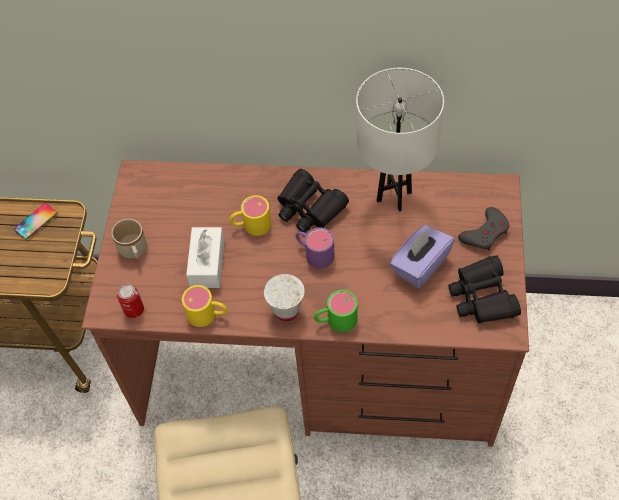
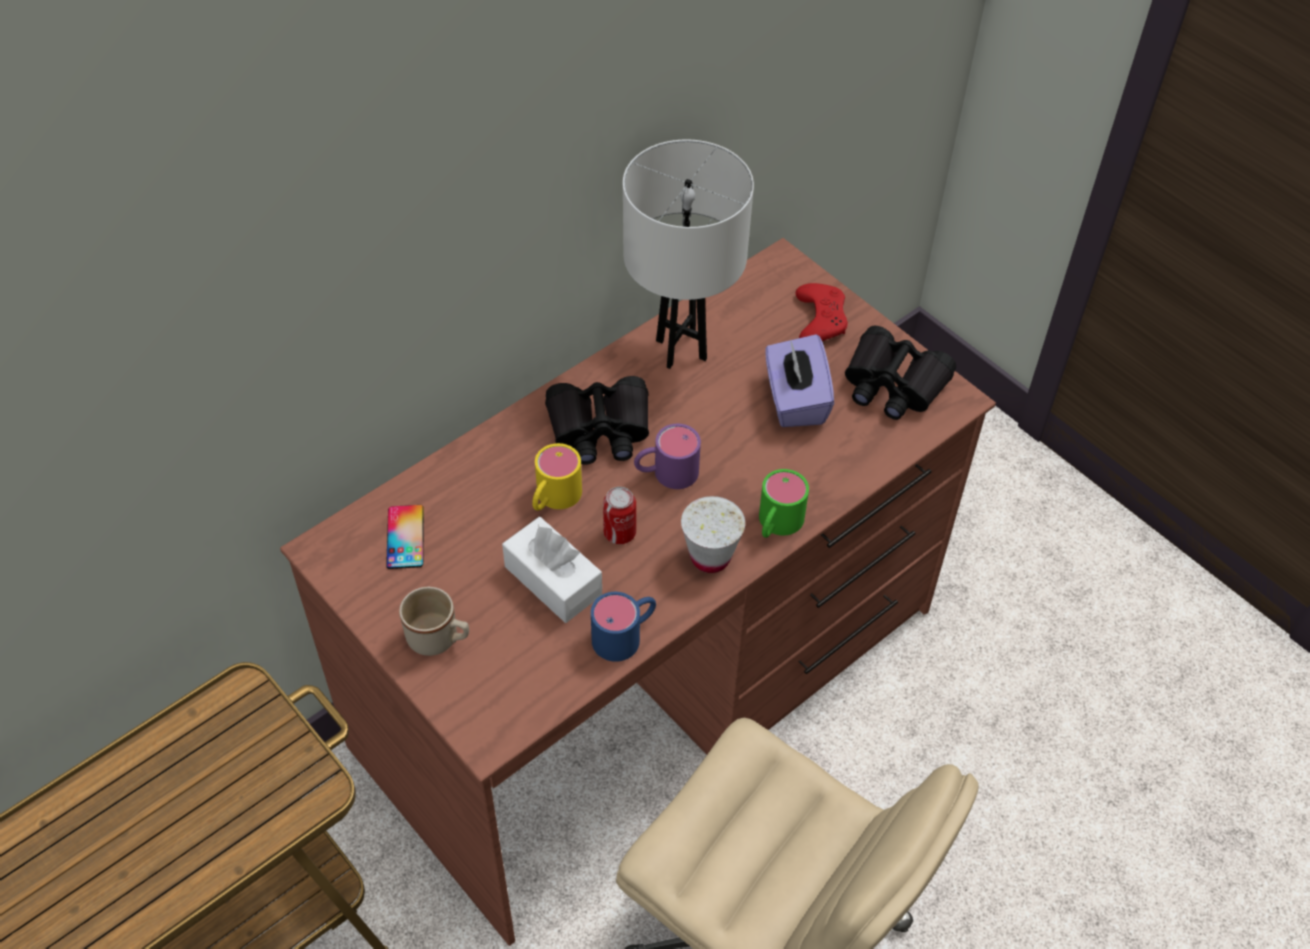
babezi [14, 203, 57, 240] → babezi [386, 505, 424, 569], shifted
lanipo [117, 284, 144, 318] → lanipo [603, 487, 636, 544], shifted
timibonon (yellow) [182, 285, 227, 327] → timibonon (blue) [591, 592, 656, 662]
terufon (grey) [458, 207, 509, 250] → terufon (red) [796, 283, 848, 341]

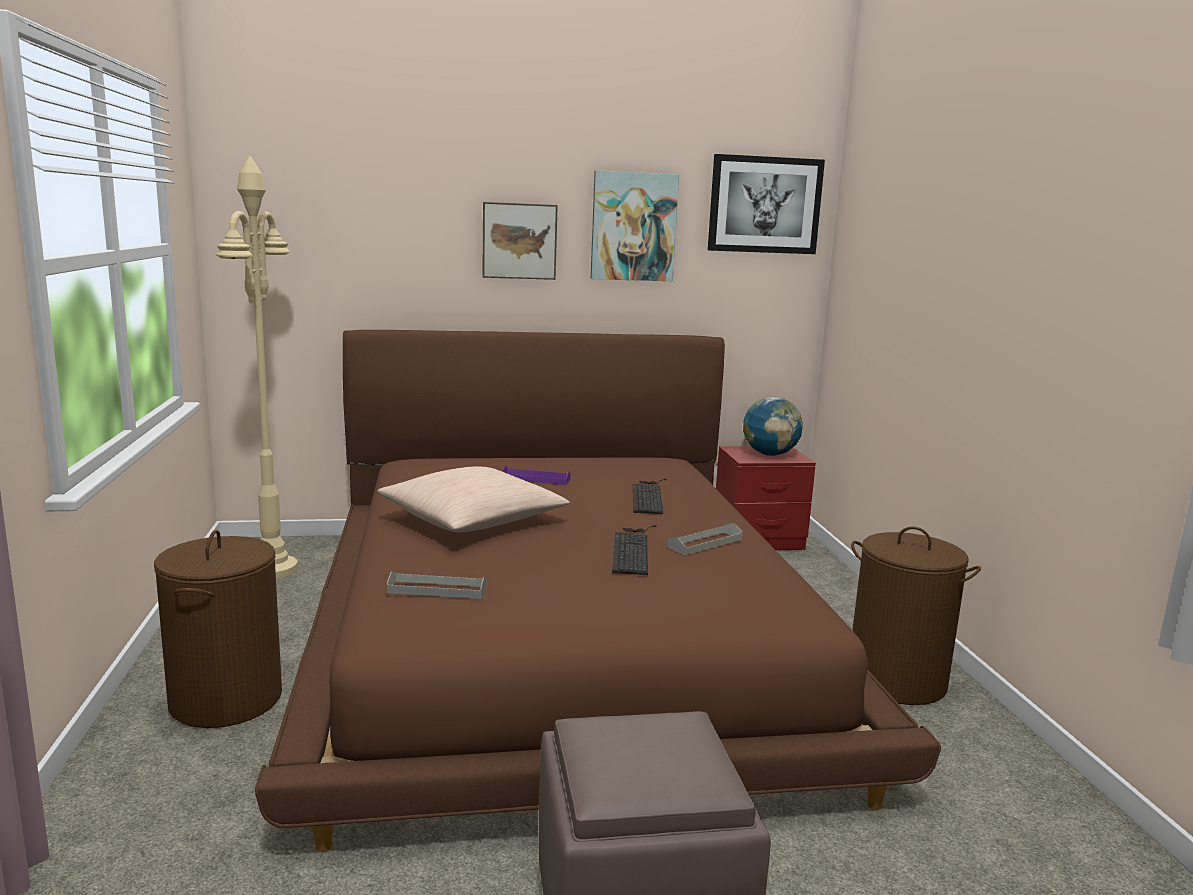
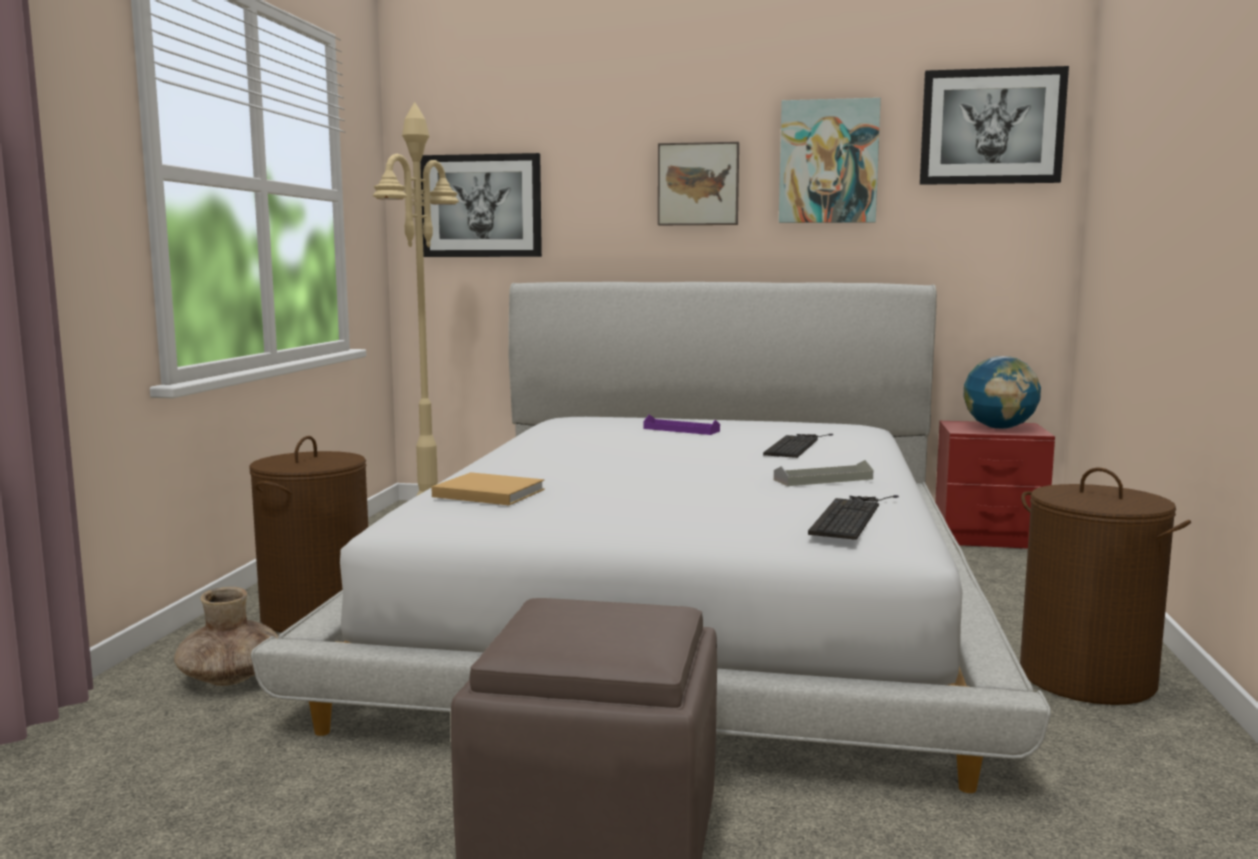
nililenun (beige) [377, 466, 570, 532] → -
- → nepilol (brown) [174, 587, 278, 686]
- → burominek [420, 153, 542, 257]
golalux [612, 525, 657, 575] → golalux [808, 495, 899, 540], shifted
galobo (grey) [387, 572, 487, 599] → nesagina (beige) [431, 472, 545, 505]
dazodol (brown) [255, 330, 941, 852] → dazodol (white) [251, 282, 1051, 793]

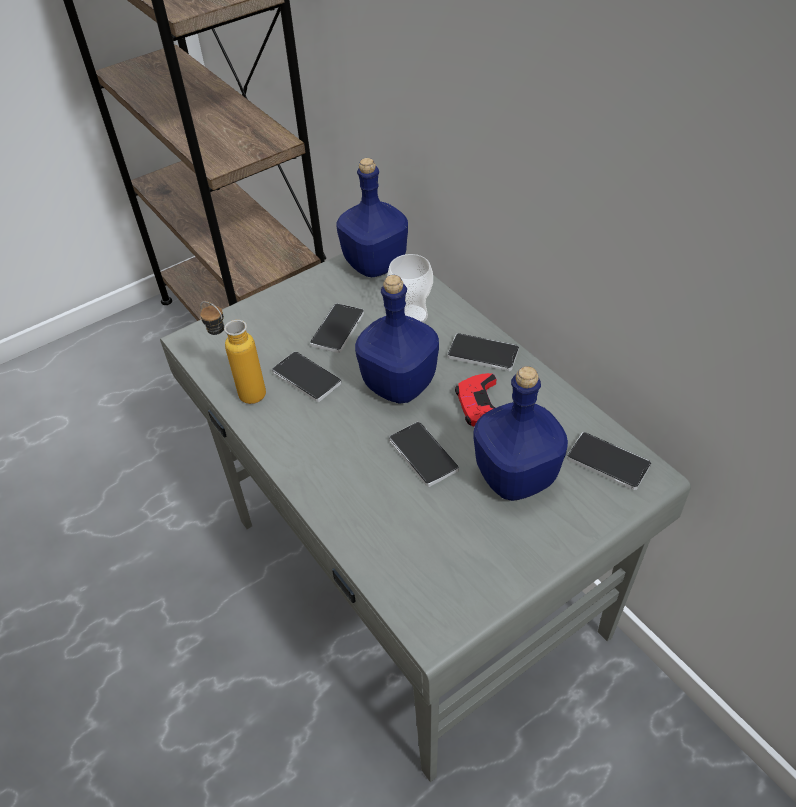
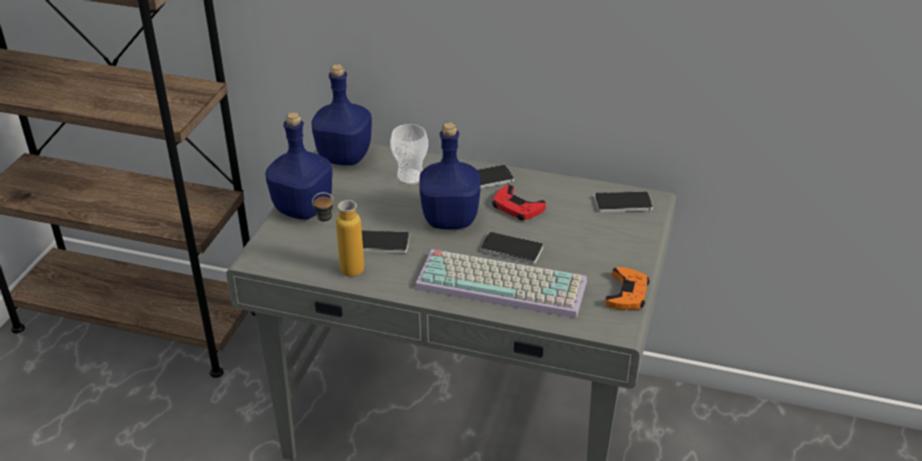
babezi [310, 303, 364, 353] → -
- → golalux [415, 249, 587, 318]
- → terufon (orange) [605, 267, 649, 310]
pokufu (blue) [473, 366, 568, 501] → pokufu (blue) [265, 112, 332, 219], shifted

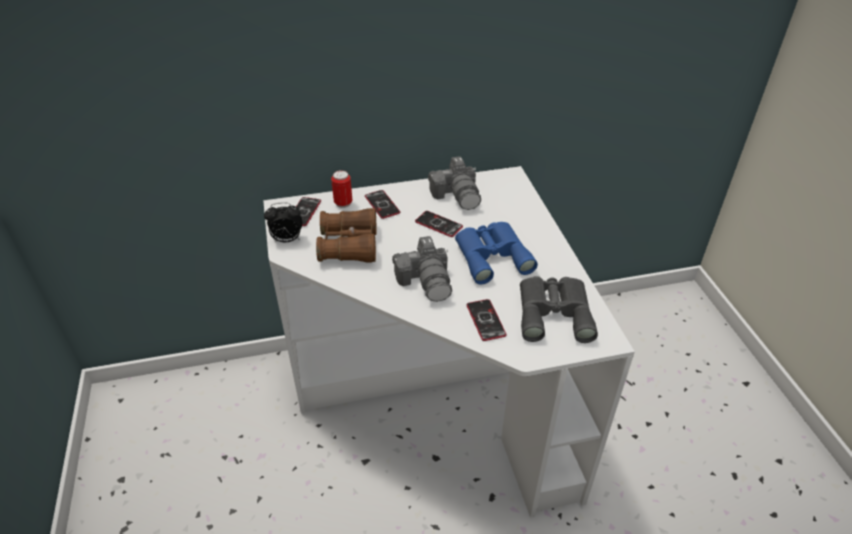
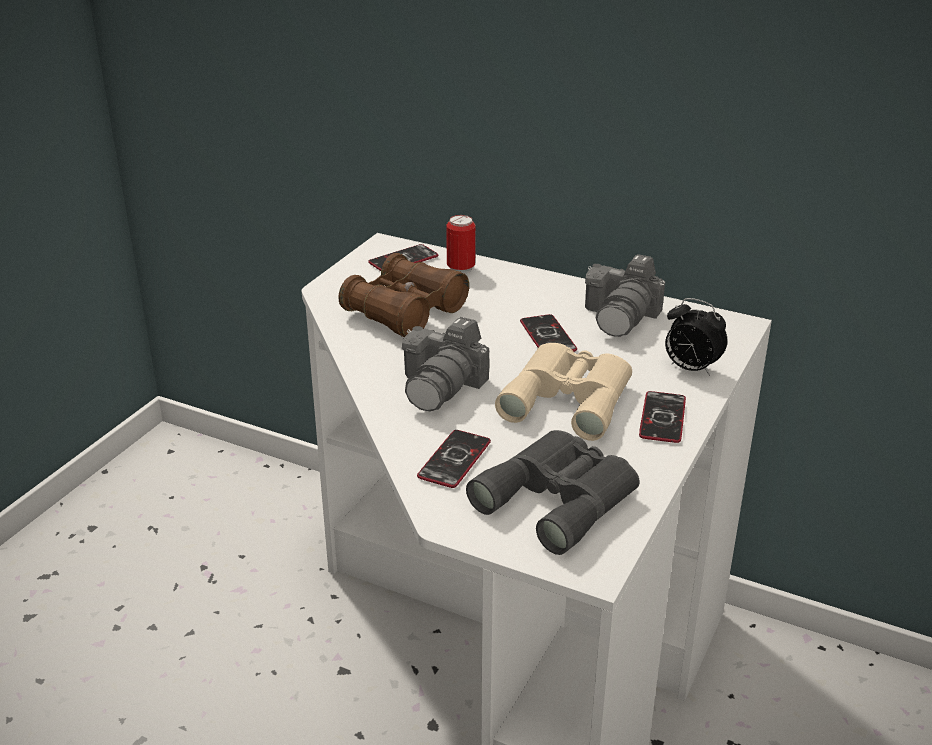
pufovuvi [264, 202, 303, 242] → pufovuvi [665, 298, 728, 376], shifted
babezi [365, 190, 400, 219] → babezi [639, 391, 686, 443], shifted
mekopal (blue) [455, 222, 538, 285] → mekopal (beige) [495, 343, 632, 441]

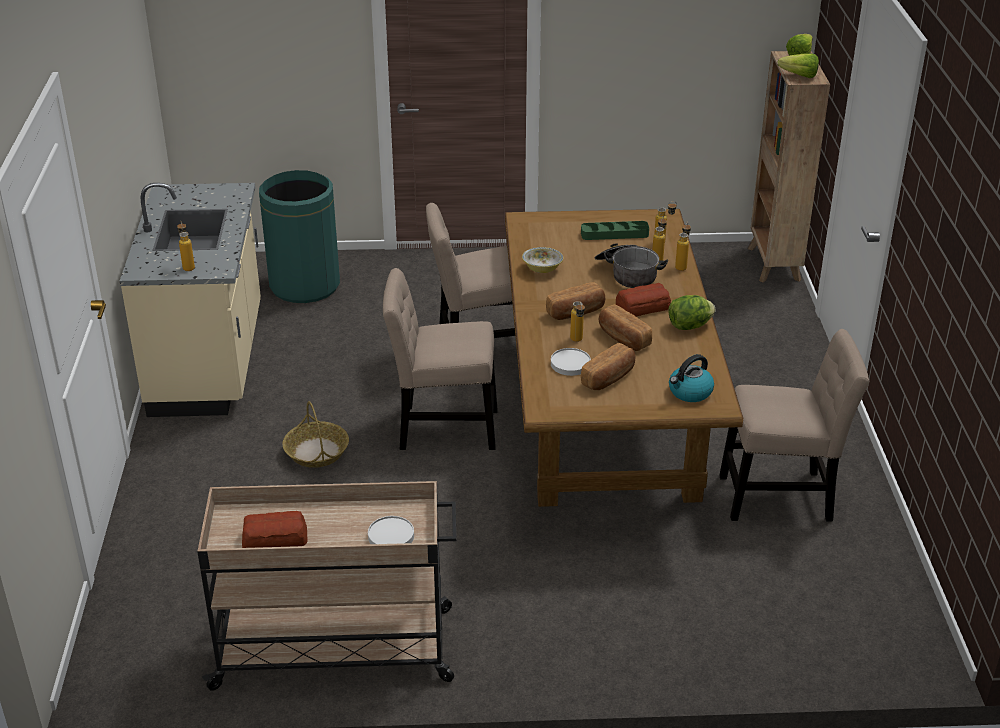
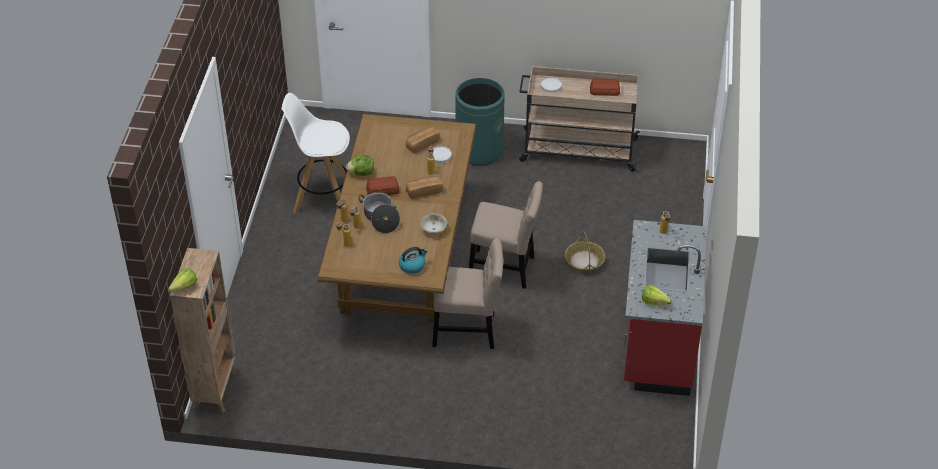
galobo (green) [581, 221, 649, 240] → -
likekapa [598, 305, 652, 351] → -
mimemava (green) [259, 170, 340, 303] → mimemava (green) [455, 78, 505, 166], shifted
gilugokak [669, 354, 714, 402] → gilugokak [399, 247, 428, 274], shifted
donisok [778, 53, 819, 78] → donisok [642, 285, 672, 305], shifted
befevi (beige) [719, 329, 869, 521] → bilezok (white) [281, 93, 350, 213]
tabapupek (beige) [120, 183, 261, 417] → tabapupek (red) [624, 220, 706, 396]

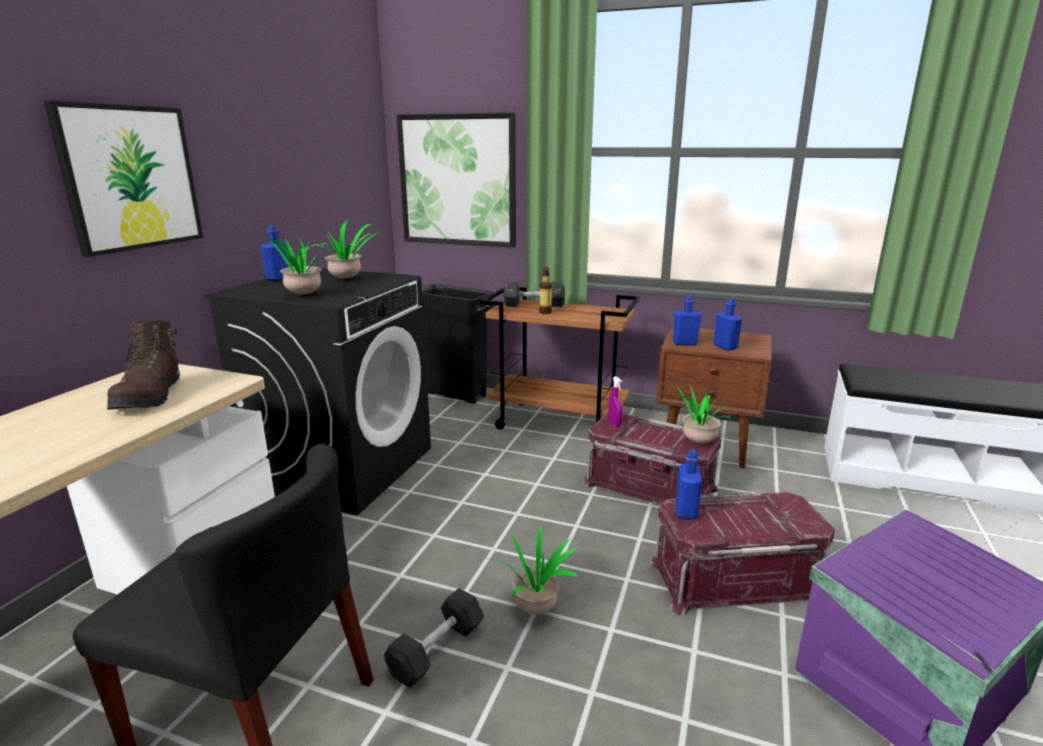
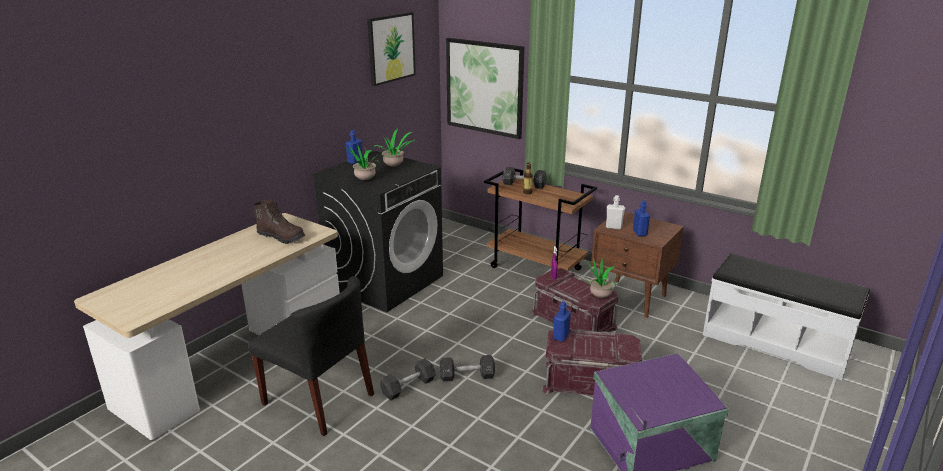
mimemava (black) [421, 284, 494, 404] → -
burominek [44, 100, 203, 257] → burominek [367, 12, 416, 86], shifted
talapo [483, 524, 579, 615] → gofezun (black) [440, 355, 495, 382]
pokufu (blue) [673, 295, 702, 345] → pokufu (white) [606, 195, 625, 229]
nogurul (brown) [107, 320, 180, 410] → nogurul (brown) [253, 200, 305, 244], 75 degrees counterclockwise

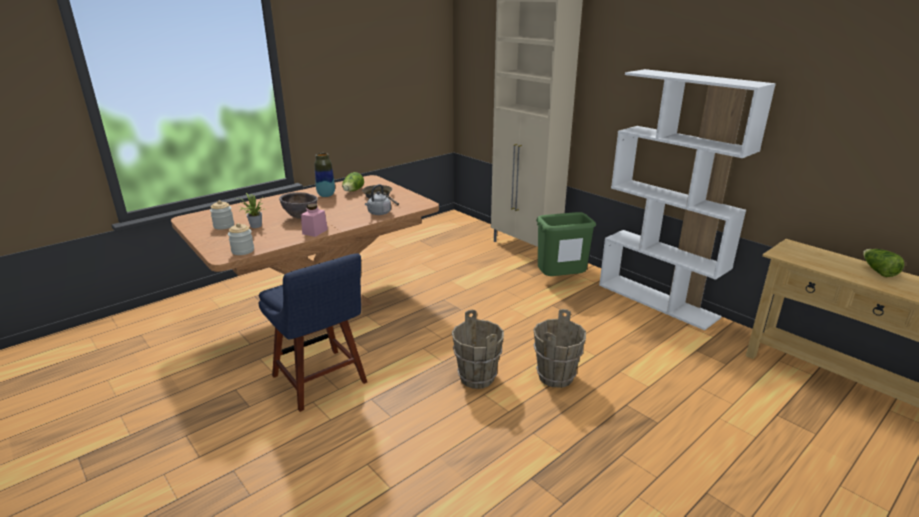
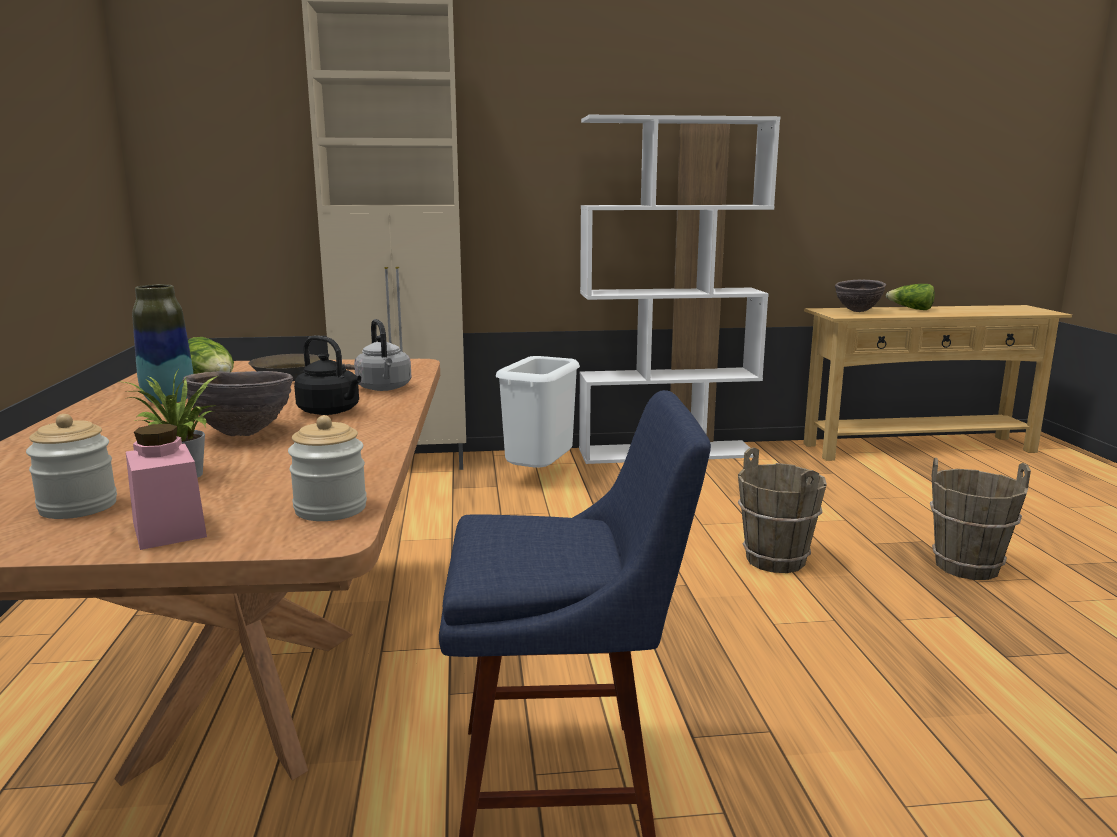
- → gilugokak (black) [294, 336, 361, 415]
- → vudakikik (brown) [835, 280, 886, 312]
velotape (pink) [301, 204, 328, 237] → velotape (pink) [126, 424, 207, 550], shifted
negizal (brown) [452, 310, 504, 389] → negizal (brown) [930, 458, 1031, 580], shifted
mimemava (green) [536, 212, 596, 276] → mimemava (white) [496, 356, 580, 468]

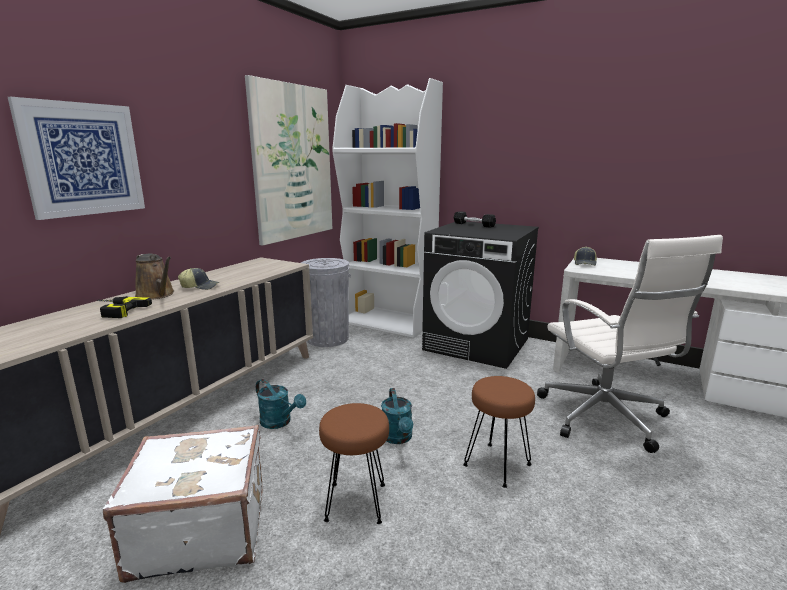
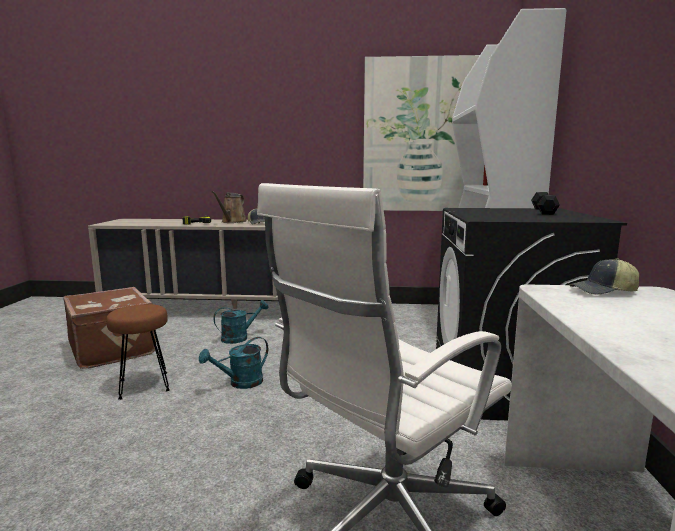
burominek [8, 97, 145, 220] → -
mimemava (grey) [301, 258, 351, 347] → -
bilezok (brown) [463, 376, 535, 488] → -
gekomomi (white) [103, 425, 263, 583] → gekomomi (brown) [63, 287, 156, 369]
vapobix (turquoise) [256, 379, 306, 429] → vapobix (turquoise) [213, 300, 268, 344], 135 degrees counterclockwise

